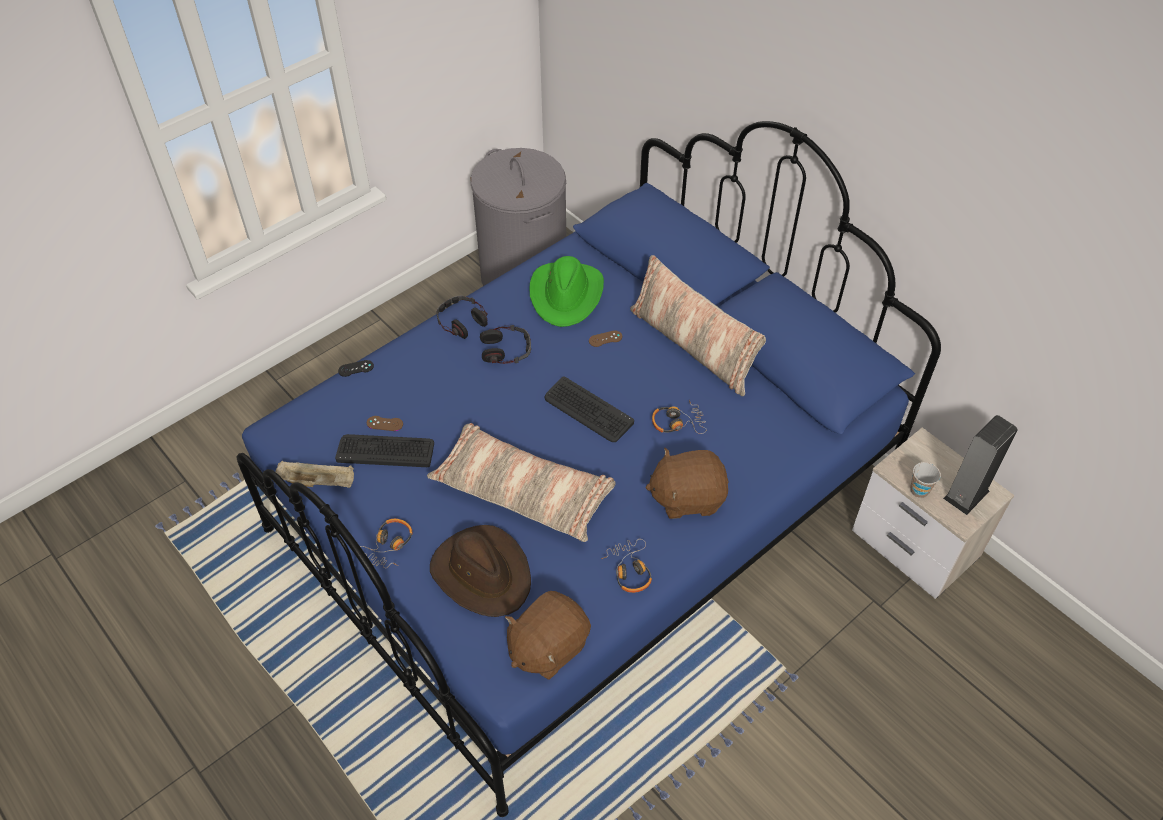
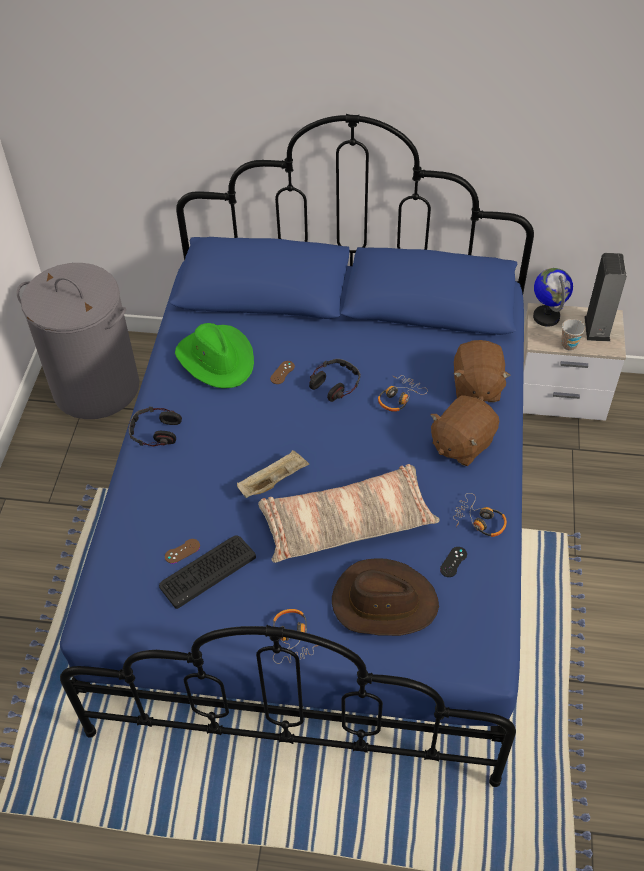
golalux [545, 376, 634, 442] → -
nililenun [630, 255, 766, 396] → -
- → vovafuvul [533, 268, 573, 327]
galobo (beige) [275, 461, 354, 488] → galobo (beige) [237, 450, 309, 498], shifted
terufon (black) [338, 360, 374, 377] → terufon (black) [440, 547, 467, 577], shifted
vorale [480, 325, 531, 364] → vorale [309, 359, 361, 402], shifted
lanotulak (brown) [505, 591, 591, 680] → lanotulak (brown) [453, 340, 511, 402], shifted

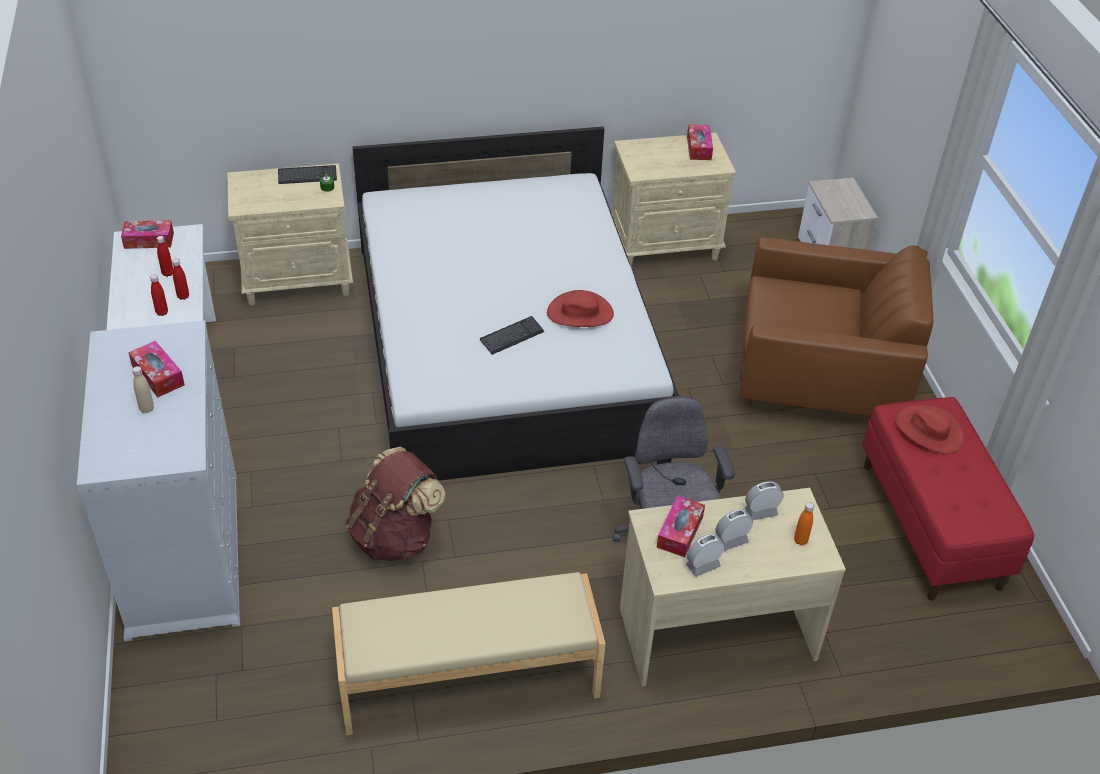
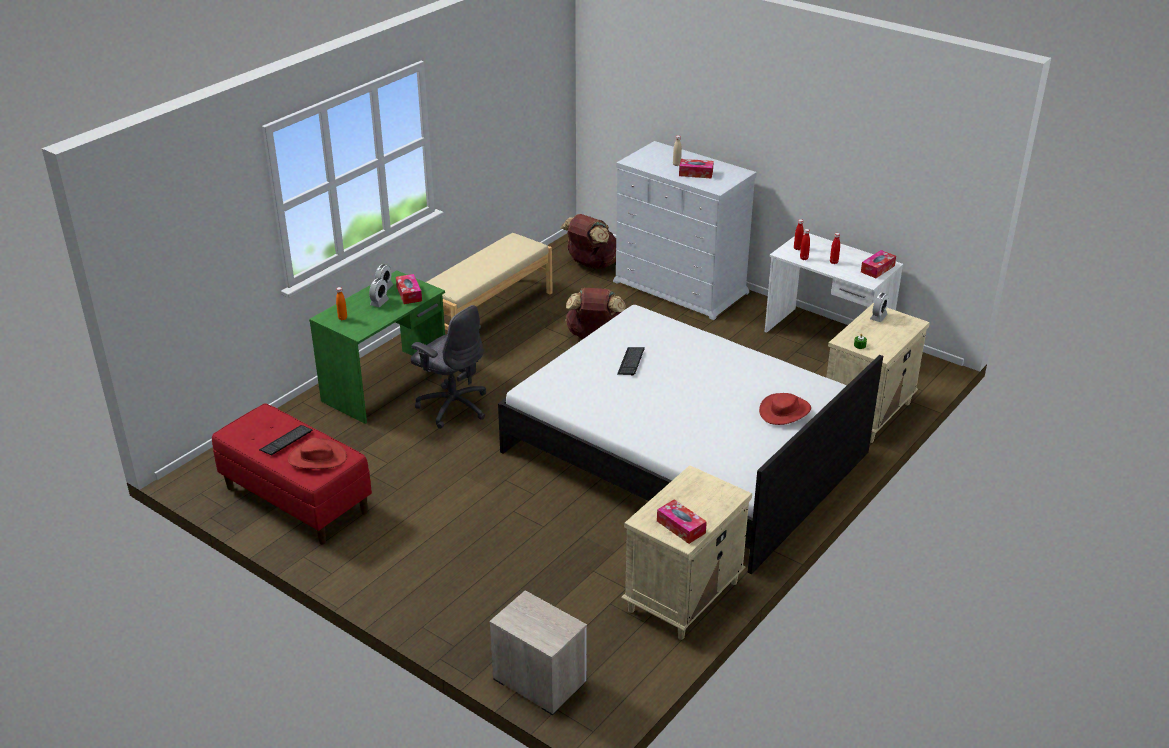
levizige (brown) [739, 238, 933, 416] → -
- → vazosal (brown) [560, 214, 616, 269]
golalux [278, 165, 337, 184] → golalux [259, 425, 312, 456], shifted
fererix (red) [547, 290, 614, 327] → fererix (red) [759, 393, 811, 425], shifted
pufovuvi [745, 481, 784, 520] → pufovuvi [870, 293, 888, 322], shifted
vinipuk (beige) [620, 488, 846, 687] → vinipuk (green) [309, 270, 445, 424]

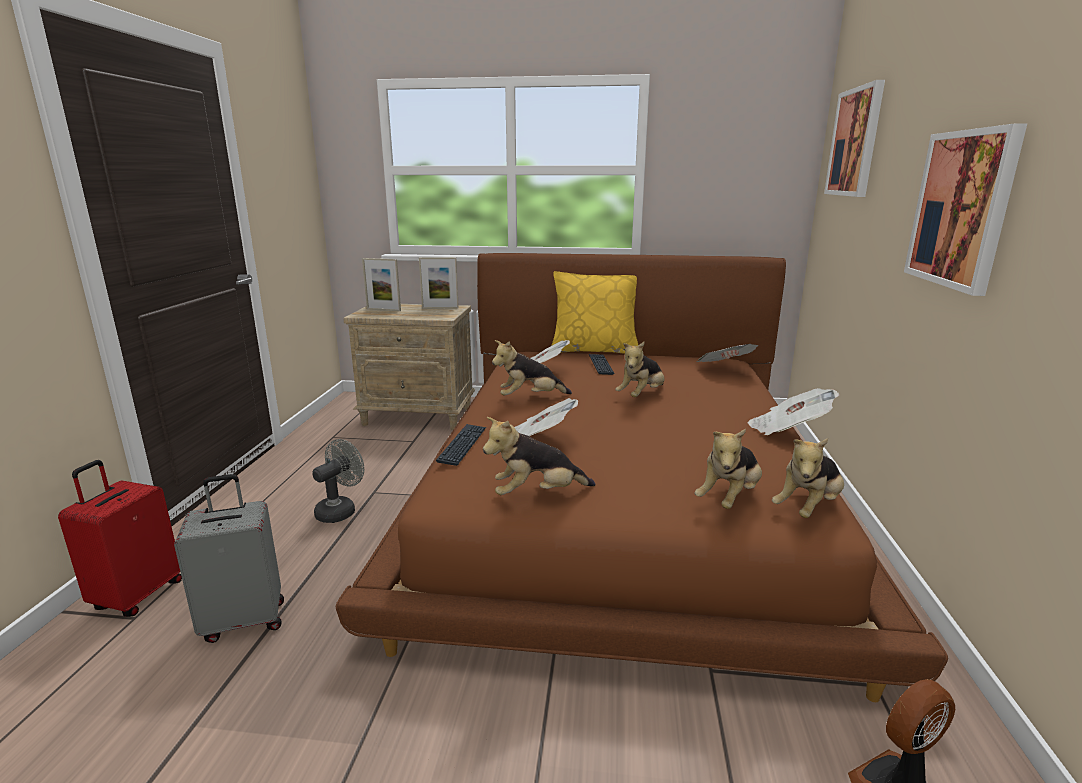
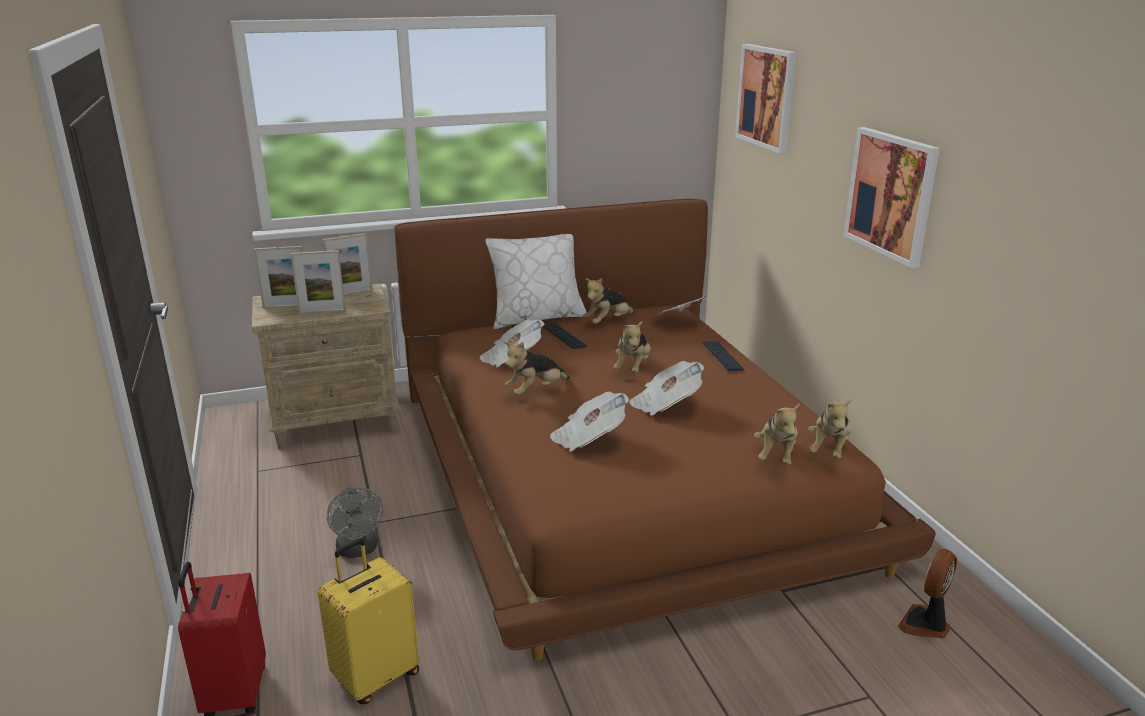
- → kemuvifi [291, 250, 346, 314]
golalux [436, 424, 486, 466] → golalux [702, 341, 744, 371], shifted
lanotulak [483, 417, 596, 495] → lanotulak [583, 278, 635, 324], shifted
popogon [748, 388, 839, 435] → popogon [629, 361, 705, 415], shifted
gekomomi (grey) [174, 474, 284, 643] → gekomomi (yellow) [318, 539, 419, 704]
nililenun (yellow) [551, 271, 638, 354] → nililenun (white) [486, 234, 587, 329]
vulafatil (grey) [312, 439, 364, 523] → vulafatil (grey) [327, 487, 384, 558], 150 degrees clockwise

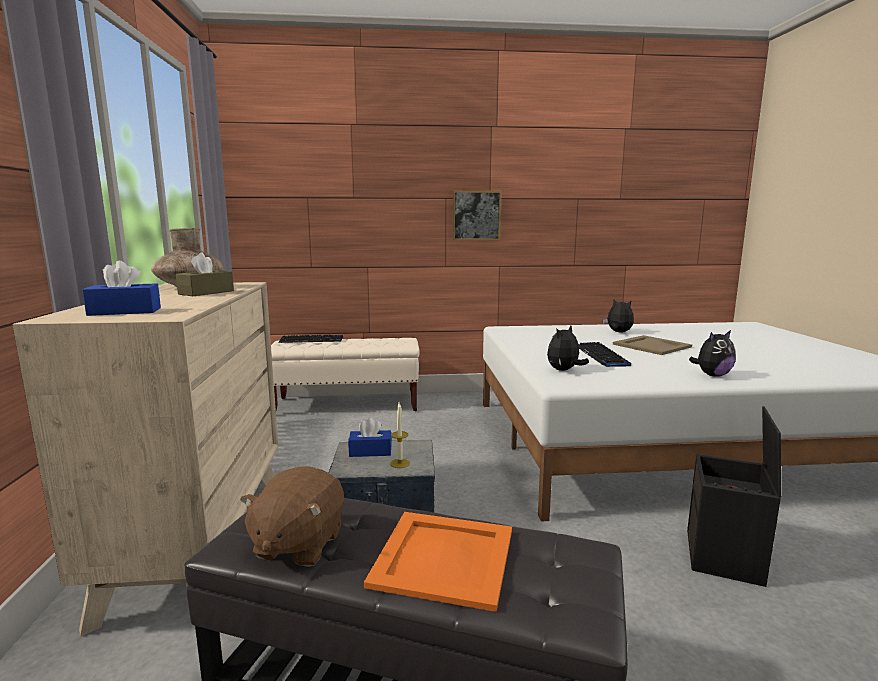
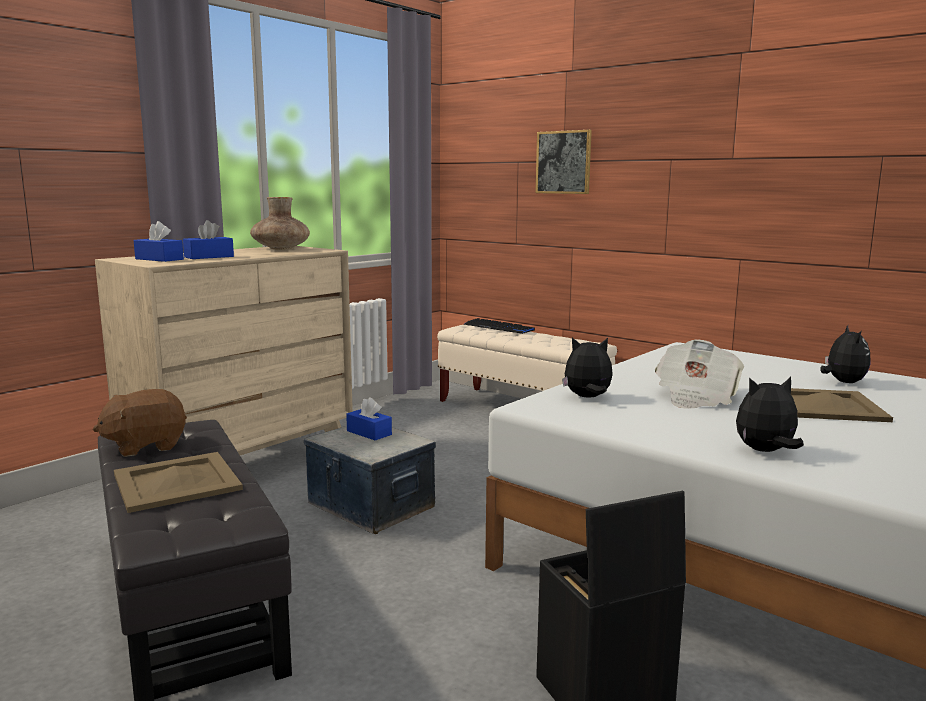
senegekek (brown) [176, 252, 234, 296] → -
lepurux [390, 402, 410, 468] → -
- → senegekek (blue) [183, 220, 234, 259]
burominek [453, 191, 502, 240] → burominek [535, 130, 592, 194], shifted
golalux [579, 342, 631, 367] → popogon [655, 339, 744, 409]
galobo (orange) [364, 512, 512, 612] → galobo (beige) [114, 452, 243, 513]
lanotulak [689, 330, 736, 377] → lanotulak [736, 377, 804, 452], 150 degrees clockwise

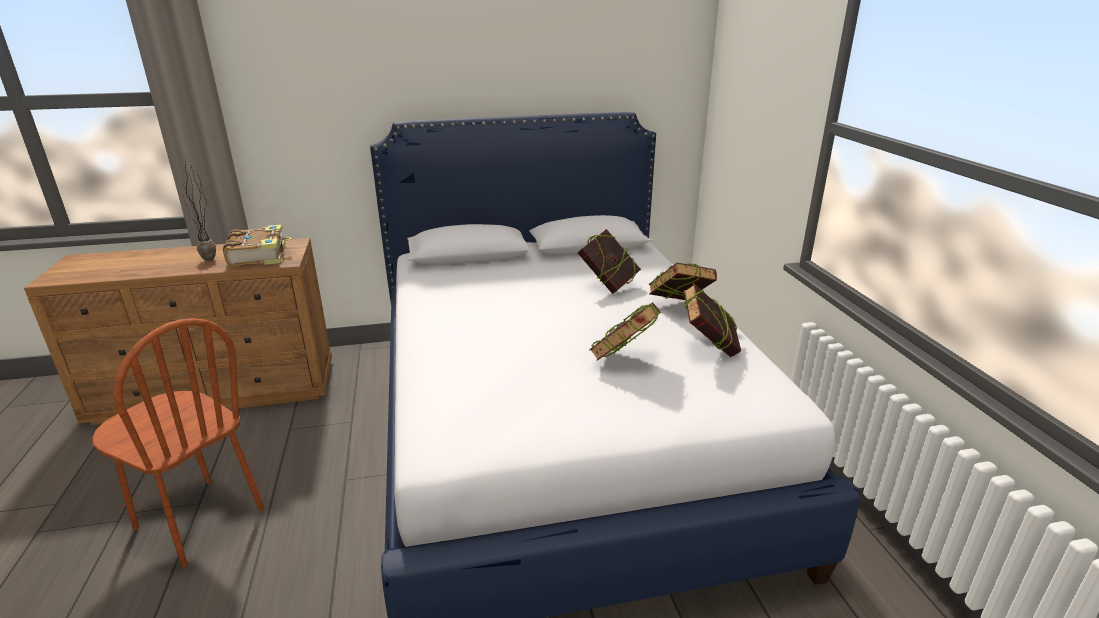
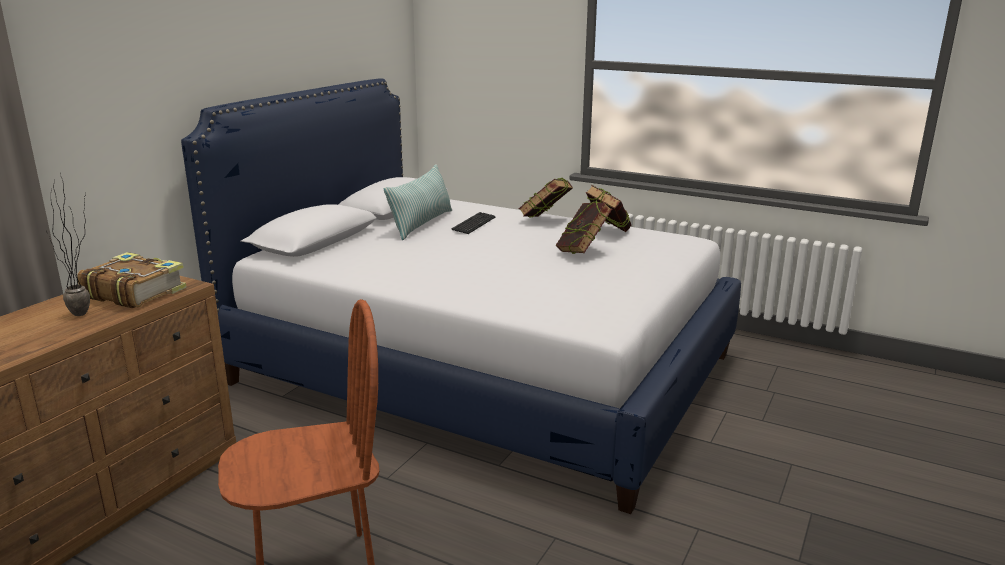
- → nililenun [384, 164, 452, 240]
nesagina [578, 229, 641, 294] → golalux [451, 212, 495, 234]

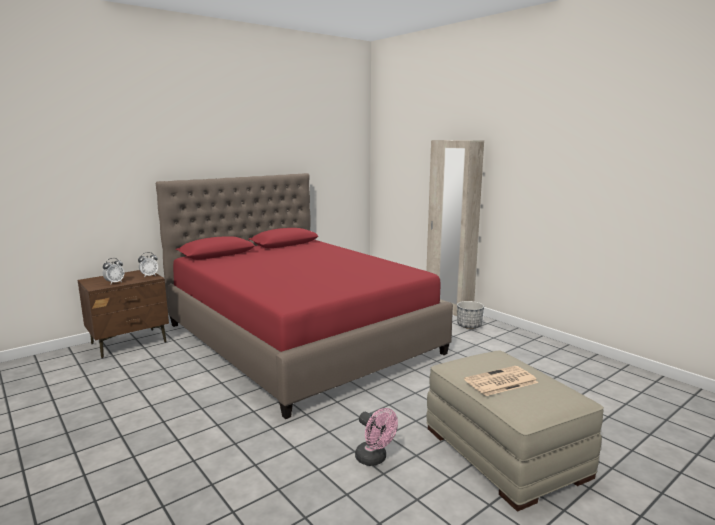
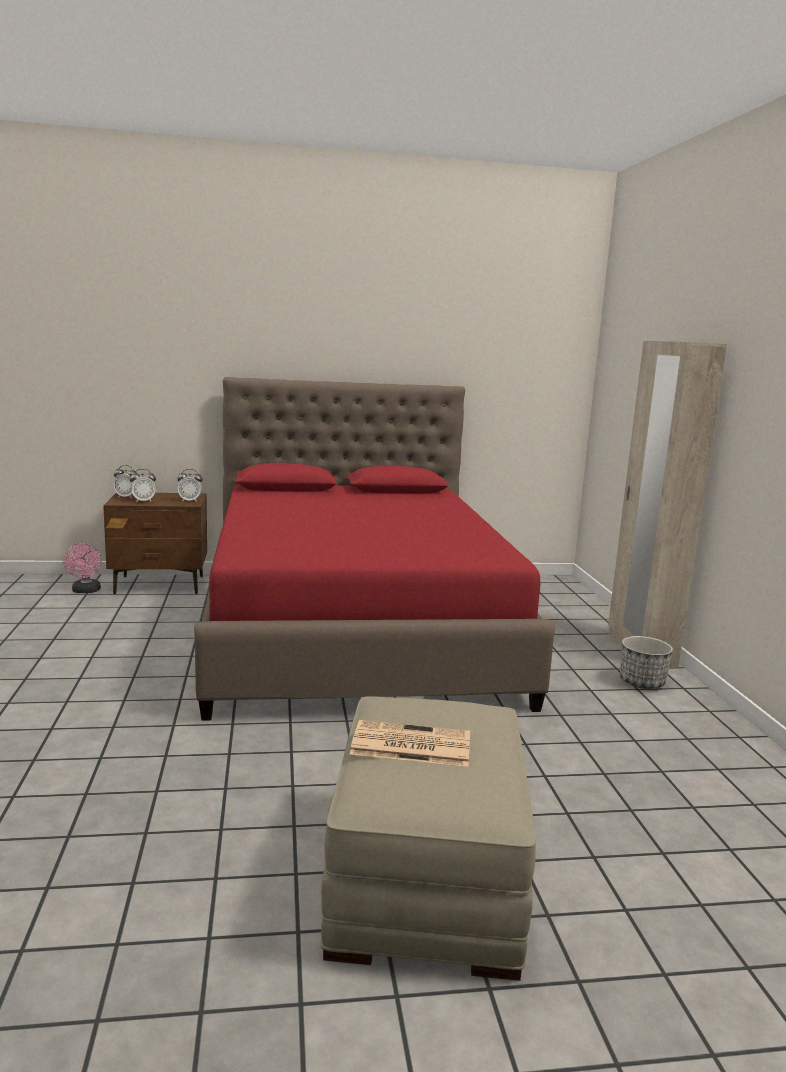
- → pufovuvi [113, 465, 137, 499]
vulafatil (pink) [355, 408, 398, 466] → vulafatil (pink) [63, 543, 102, 593], shifted

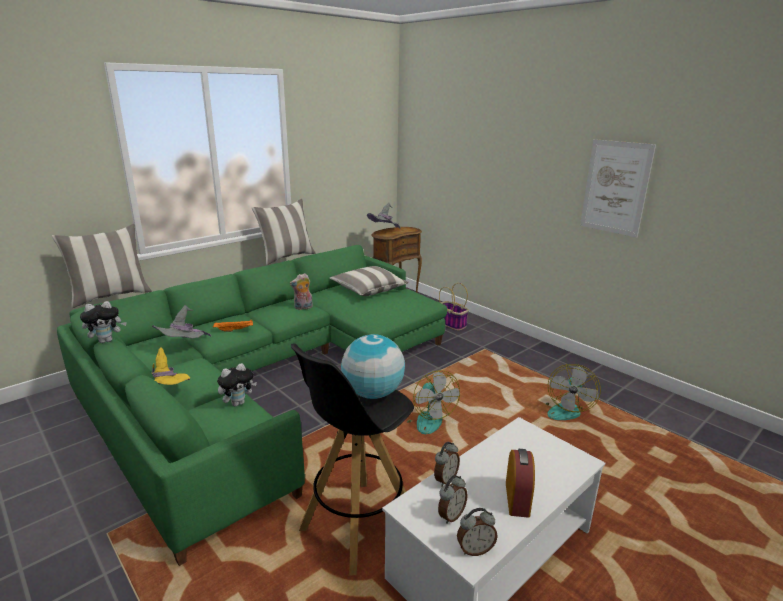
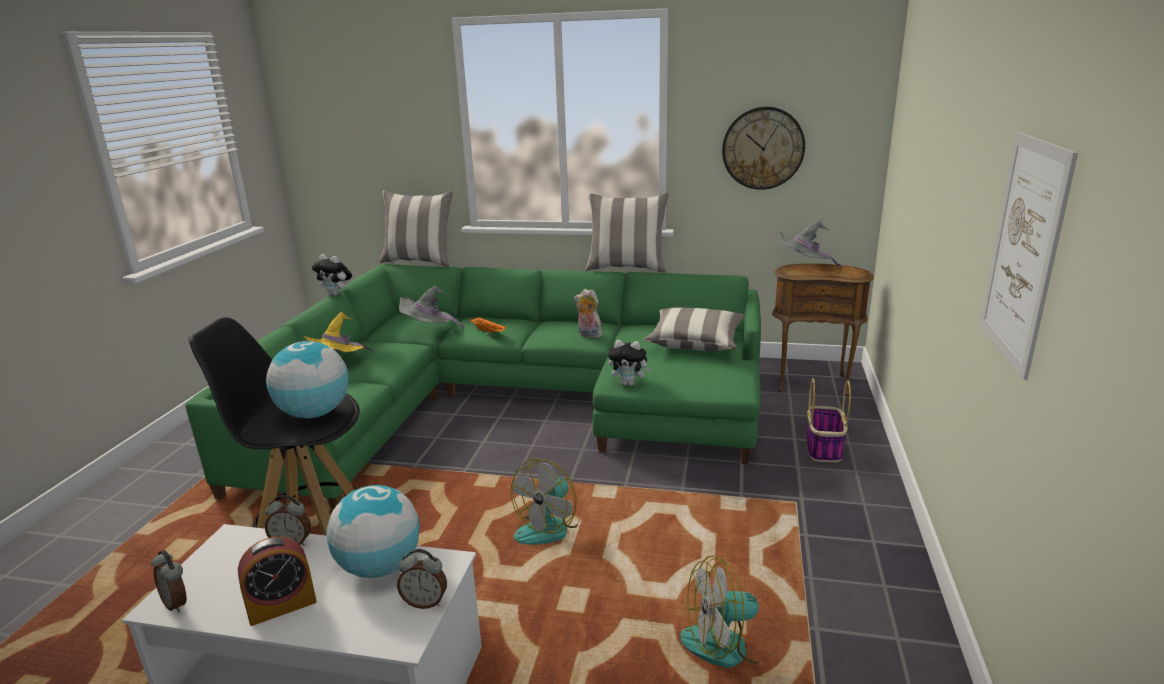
- → vovafuvul [326, 485, 420, 578]
- → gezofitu [722, 107, 805, 190]
lanotulak [217, 363, 257, 406] → lanotulak [608, 340, 652, 386], shifted
pufovuvi [438, 475, 468, 524] → pufovuvi [397, 549, 447, 609], shifted

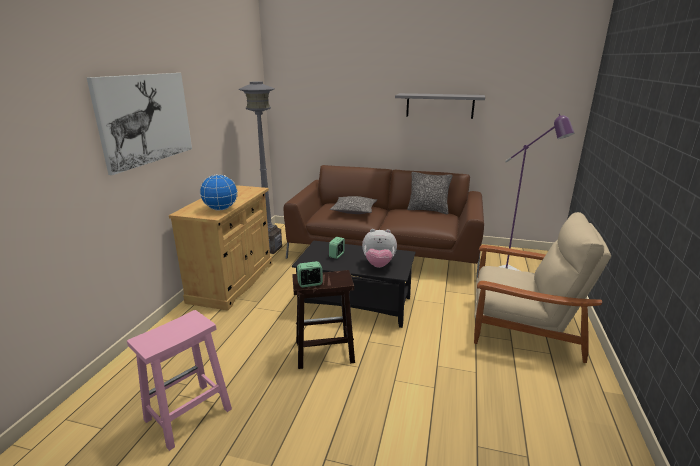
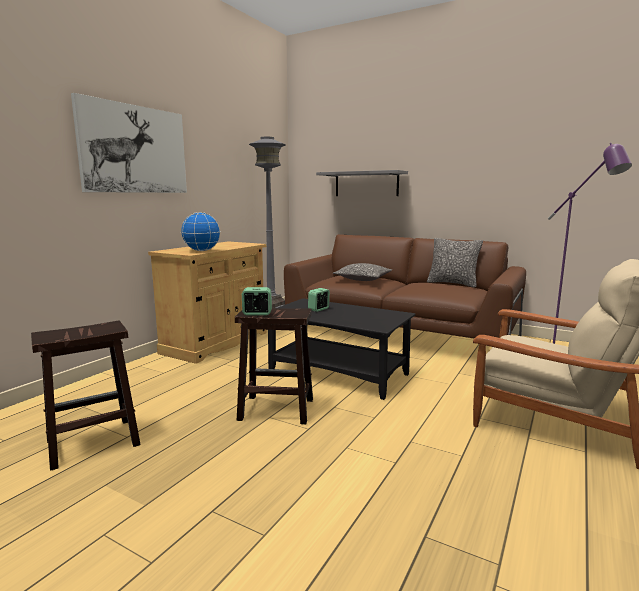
lanotulak [362, 229, 397, 268] → -
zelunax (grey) [395, 93, 485, 119] → zelunax (grey) [316, 170, 408, 196], shifted
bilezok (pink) [127, 310, 232, 451] → bilezok (brown) [31, 321, 141, 471]

